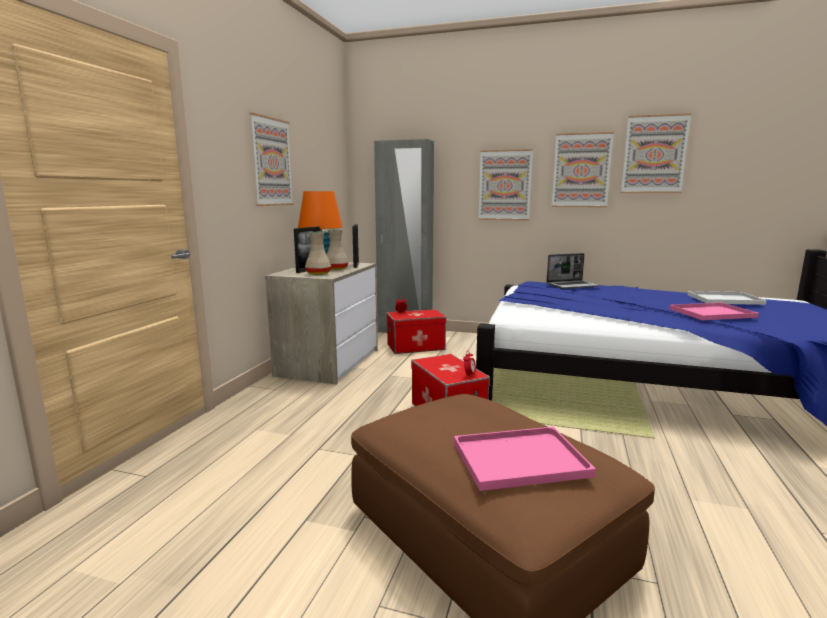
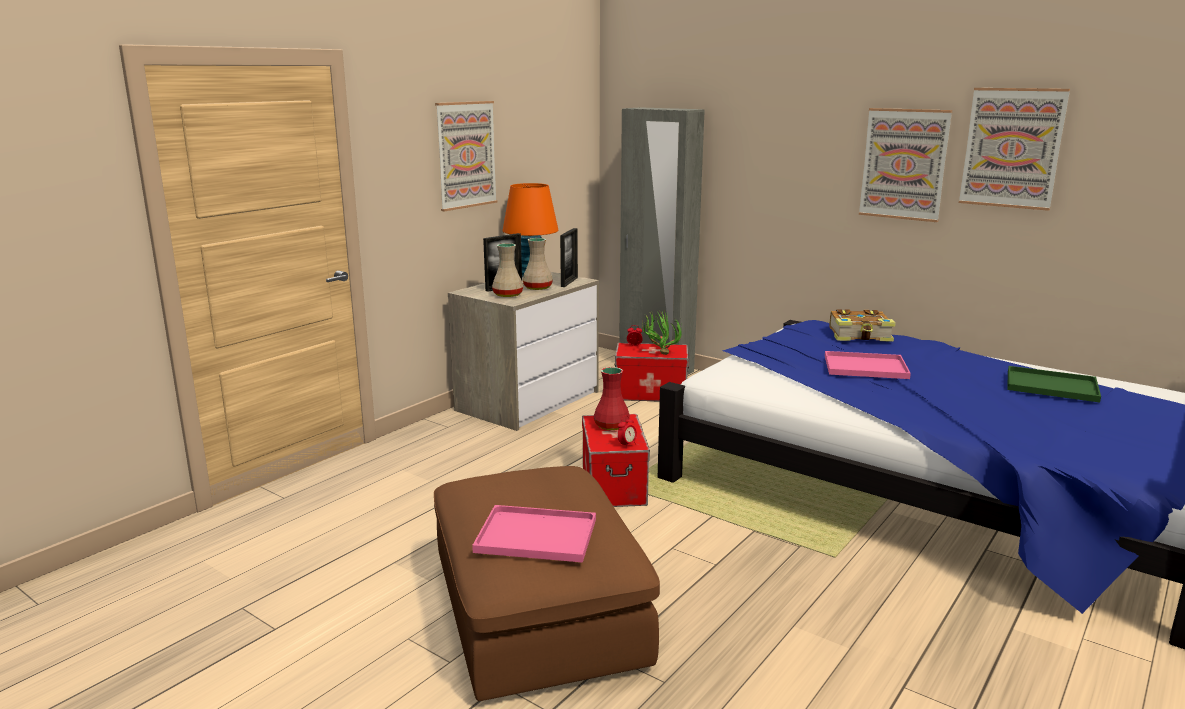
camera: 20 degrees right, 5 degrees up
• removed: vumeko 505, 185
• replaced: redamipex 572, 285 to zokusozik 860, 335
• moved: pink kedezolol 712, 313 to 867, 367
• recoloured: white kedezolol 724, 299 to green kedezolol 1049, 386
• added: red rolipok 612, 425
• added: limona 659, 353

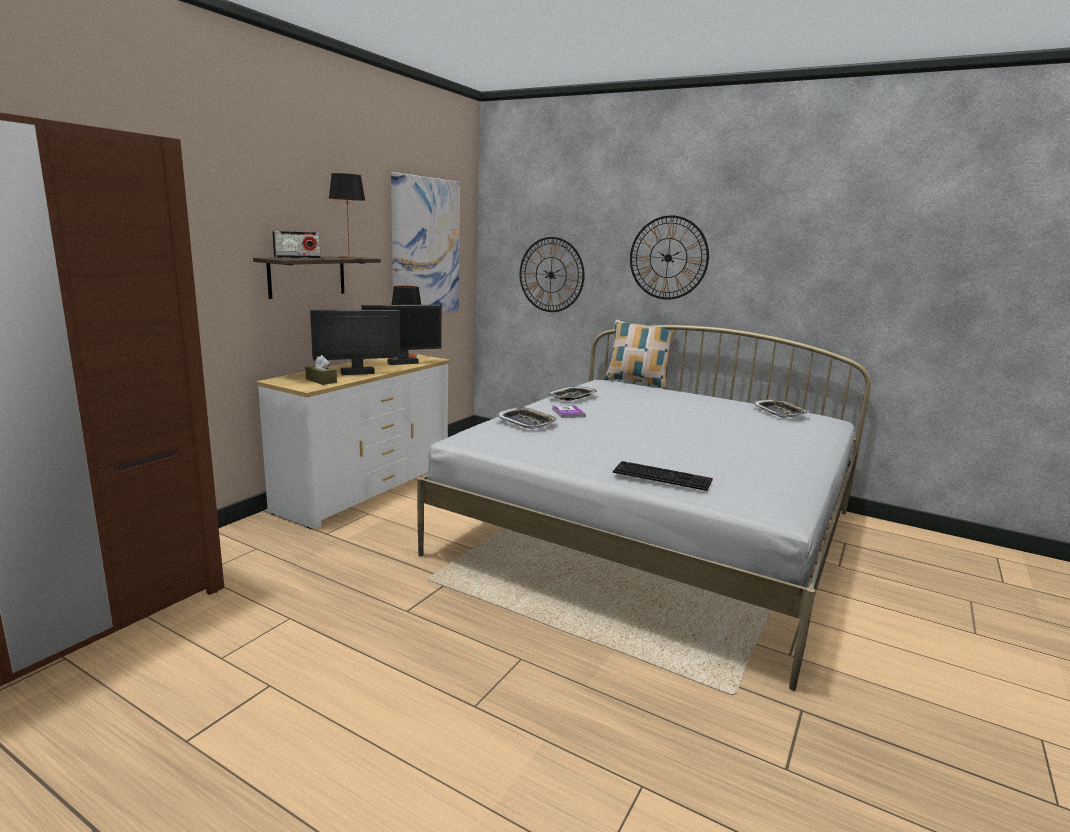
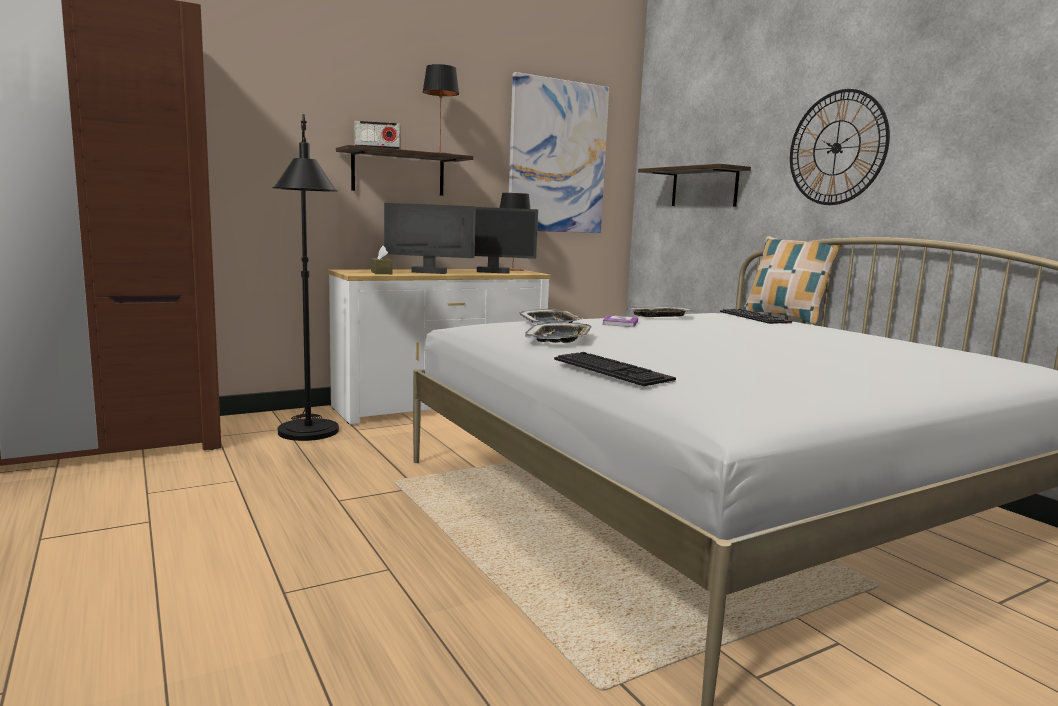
camera: 30 degrees right, 5 degrees down
• replaced: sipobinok 551, 275 to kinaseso 704, 187
• moved: kedezolol 779, 412 to 559, 339
• added: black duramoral 309, 436
• added: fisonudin 755, 317

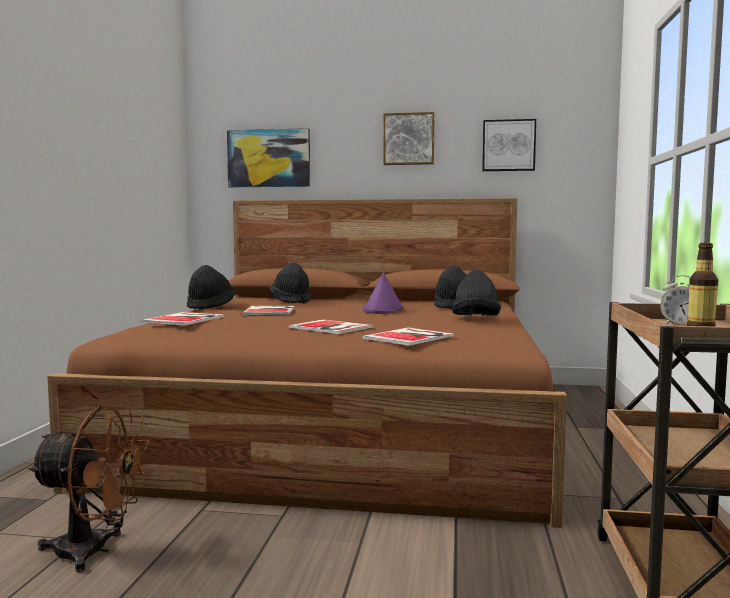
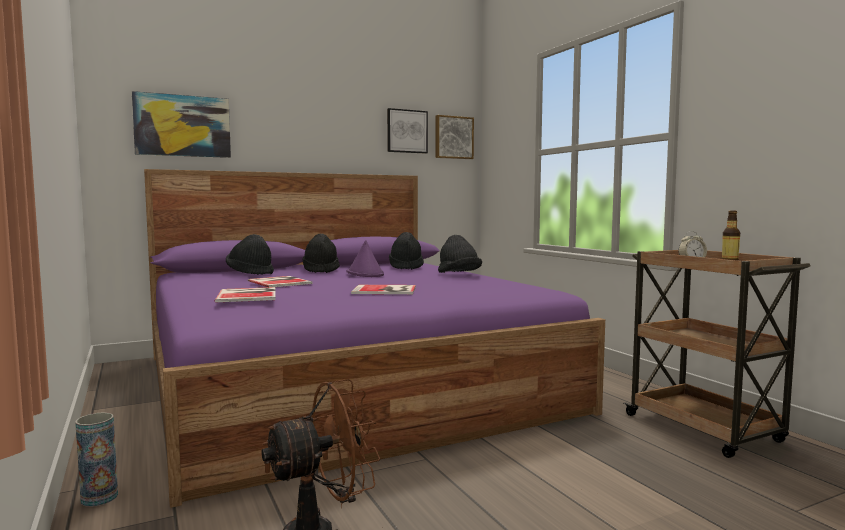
camera: 35 degrees left, 0 degrees up
• recoloured: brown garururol 344, 423 to purple garururol 343, 381
• moved: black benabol 211, 306 to 321, 270
• removed: zokusozik 411, 337
• moved: vumeko 409, 139 to 453, 137
• added: rolipok 99, 498

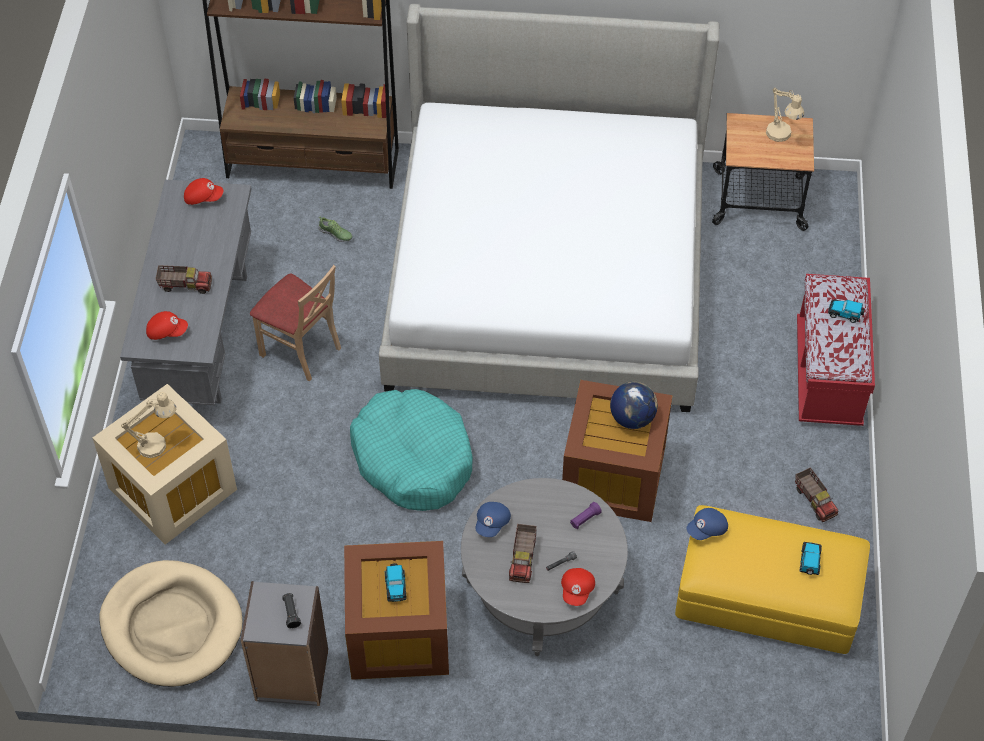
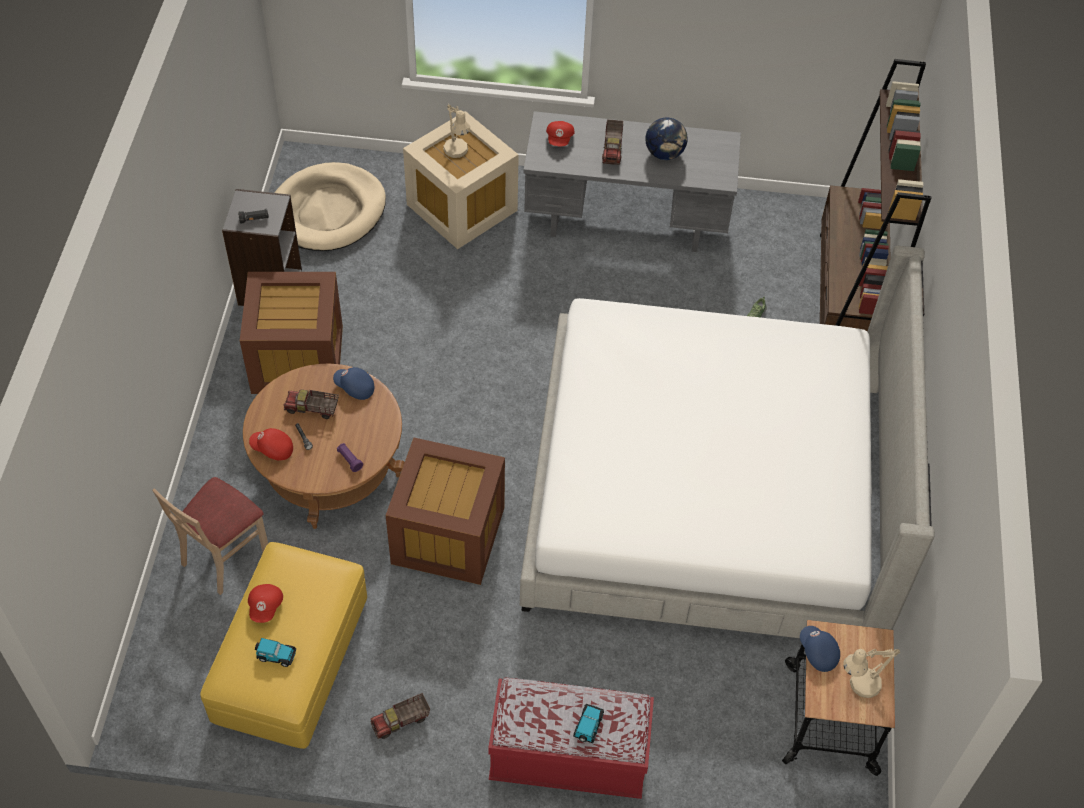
camera: 90 degrees right, 0 degrees up
• moved: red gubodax 203, 197 to 266, 606
• moved: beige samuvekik 301, 350 to 224, 556
• removed: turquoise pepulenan 413, 458
• removed: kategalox 395, 586
• recoloured: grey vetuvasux 542, 587 to brown vetuvasux 329, 468
• moved: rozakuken 632, 418 to 664, 154
• moved: blue gubodax 707, 529 to 817, 652

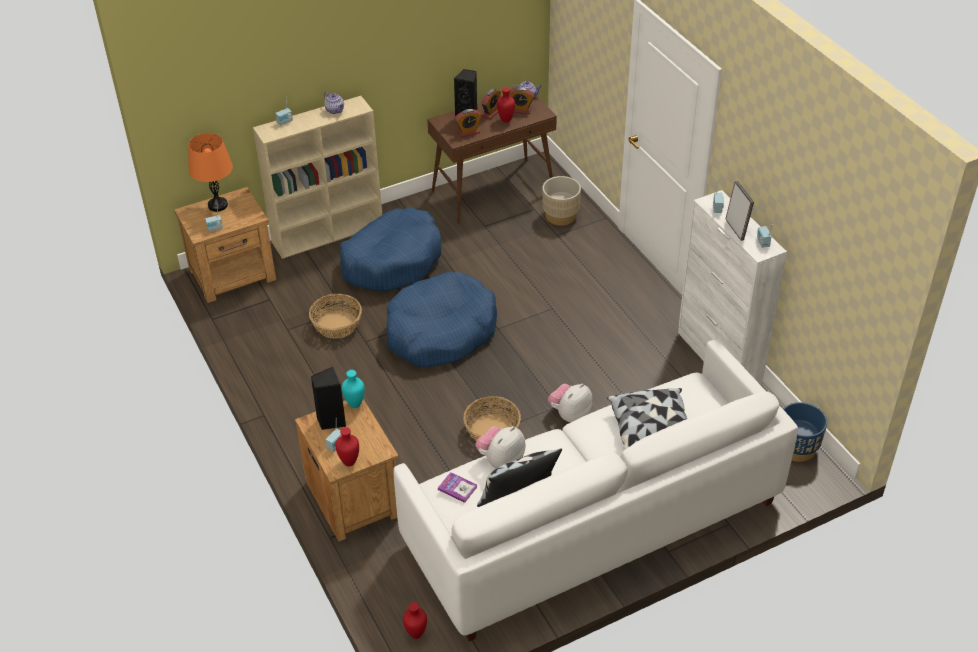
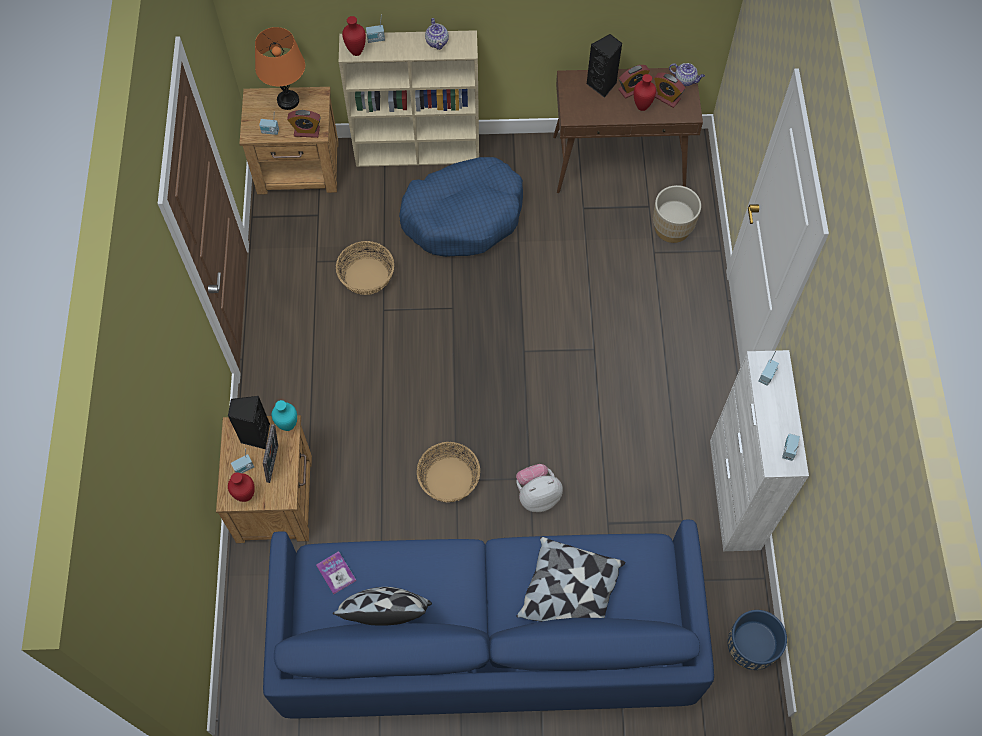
camera: 25 degrees right, 20 degrees up
• removed: blue pepulenan 440, 332
• recoloured: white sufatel 593, 522 to blue sufatel 487, 638
• moved: red rolipok 415, 634 to 355, 52
• moved: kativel 468, 132 to 306, 132
• removed: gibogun 501, 460
• moved: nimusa 736, 229 to 275, 464

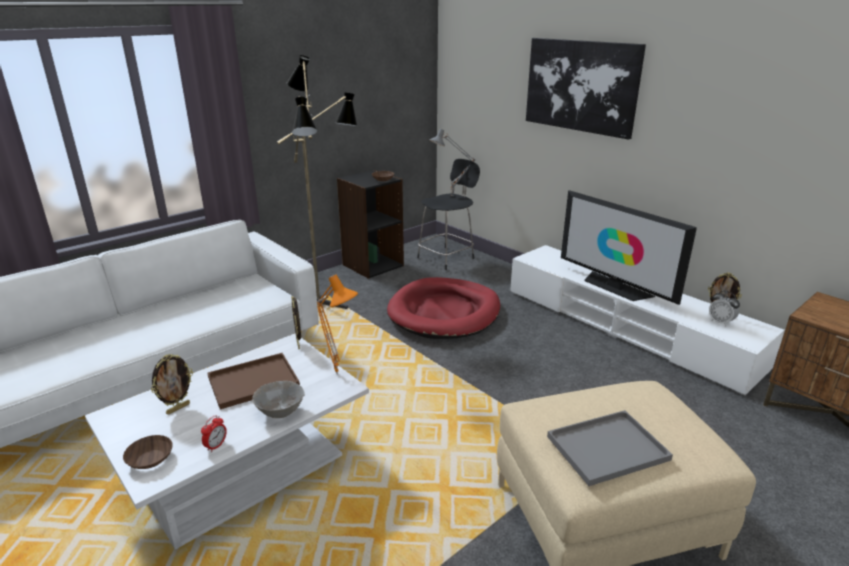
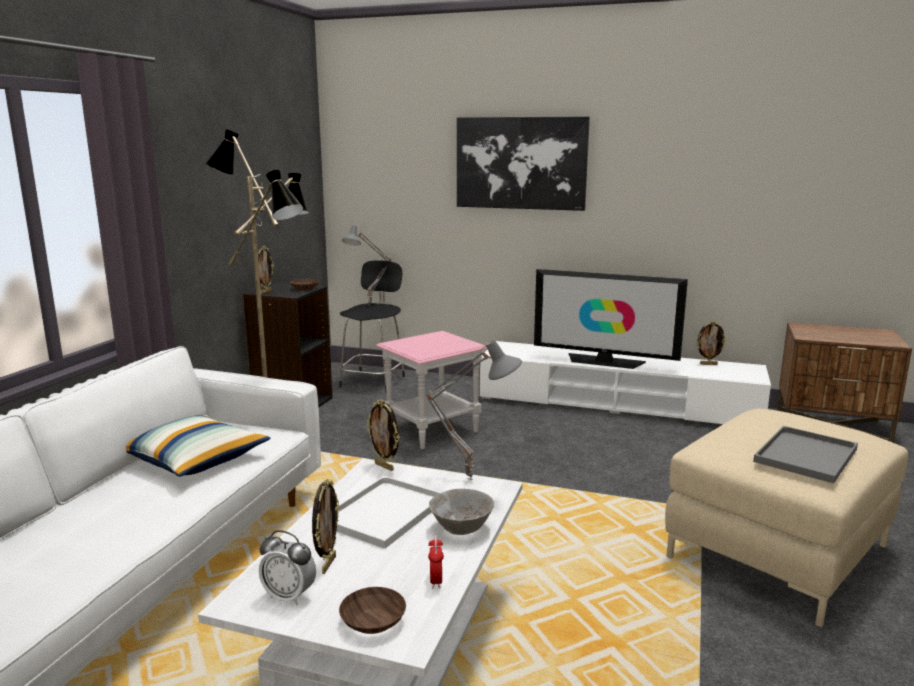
camera: 30 degrees left, 10 degrees down
• recoloured: brown kedezolol 255, 380 to white kedezolol 384, 511
• recoloured: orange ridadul 339, 372 to grey ridadul 471, 478
• replaced: red pepulenan 444, 312 to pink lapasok 433, 430
• moved: kativel 720, 322 to 289, 596
• added: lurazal 196, 461
• added: nimusa 265, 292

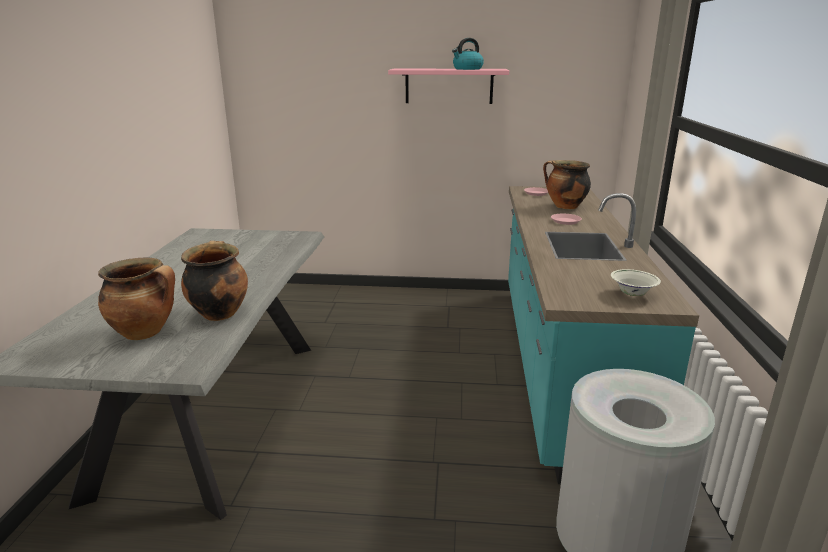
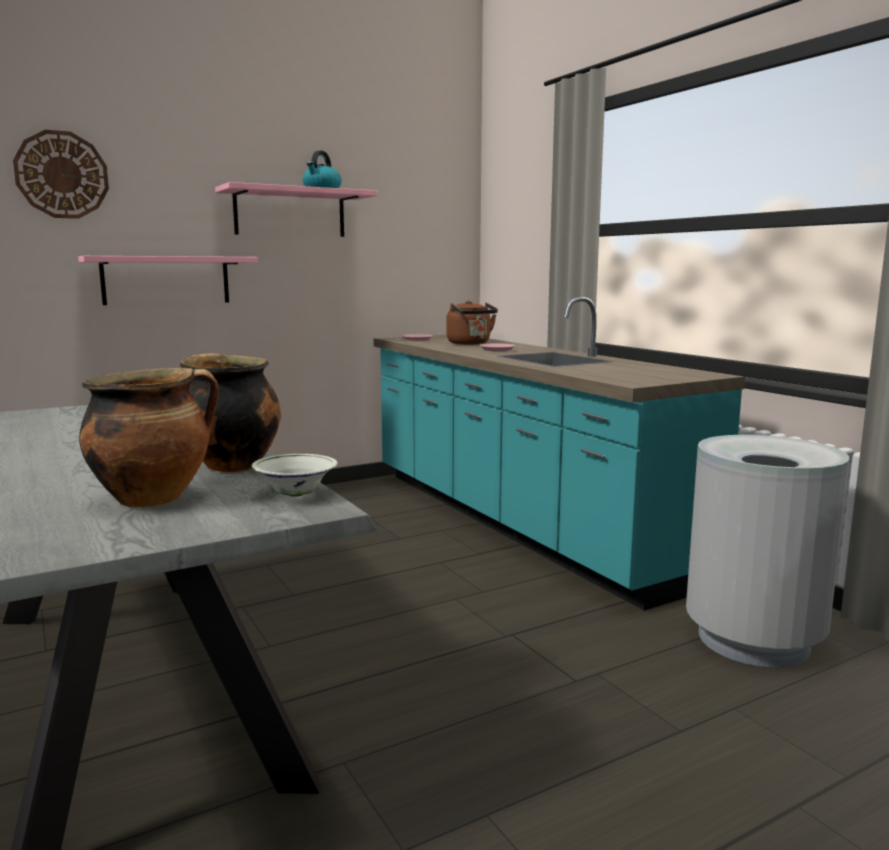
camera: 35 degrees left, 10 degrees down
• replaced: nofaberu 564, 207 to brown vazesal 470, 343
• moved: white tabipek 632, 294 to 296, 494
• added: sipobinok 62, 175
• added: pink kinaseso 166, 280

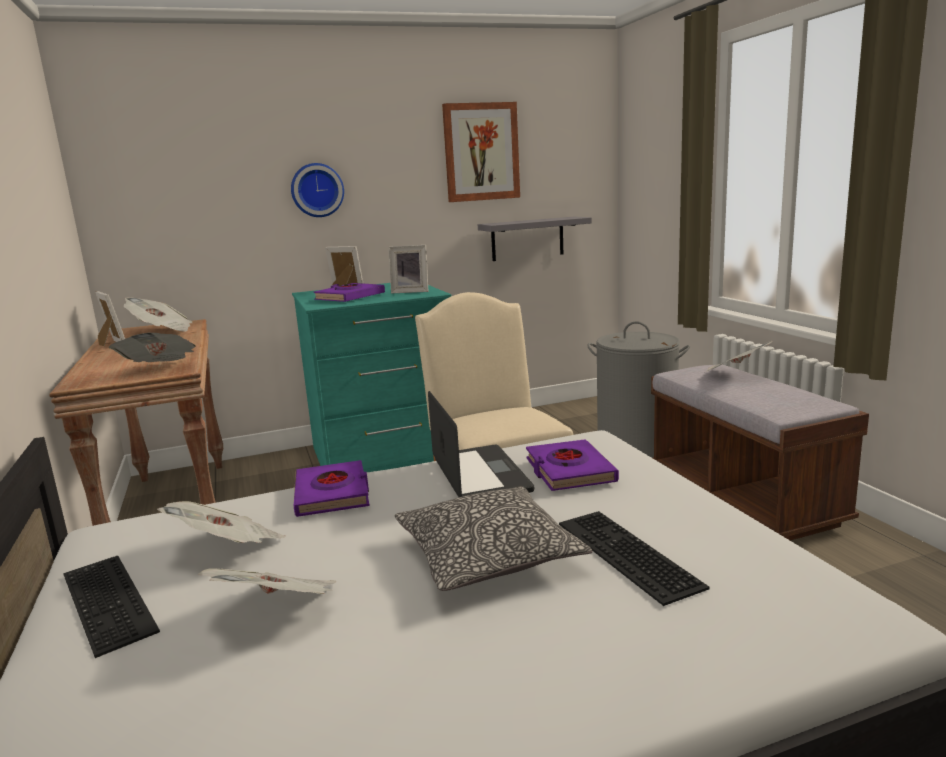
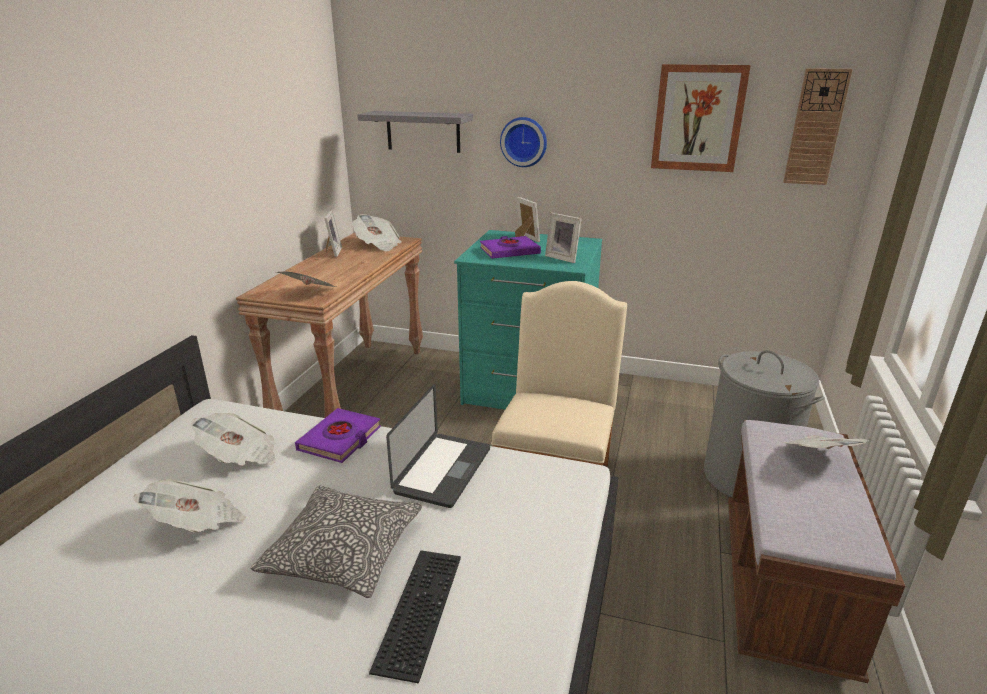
camera: 35 degrees right, 10 degrees up
• removed: fisonudin 112, 601
• moved: grey kinaseso 527, 239 to 423, 131
• removed: purple zokusozik 569, 471
• added: sipobinok 816, 128

